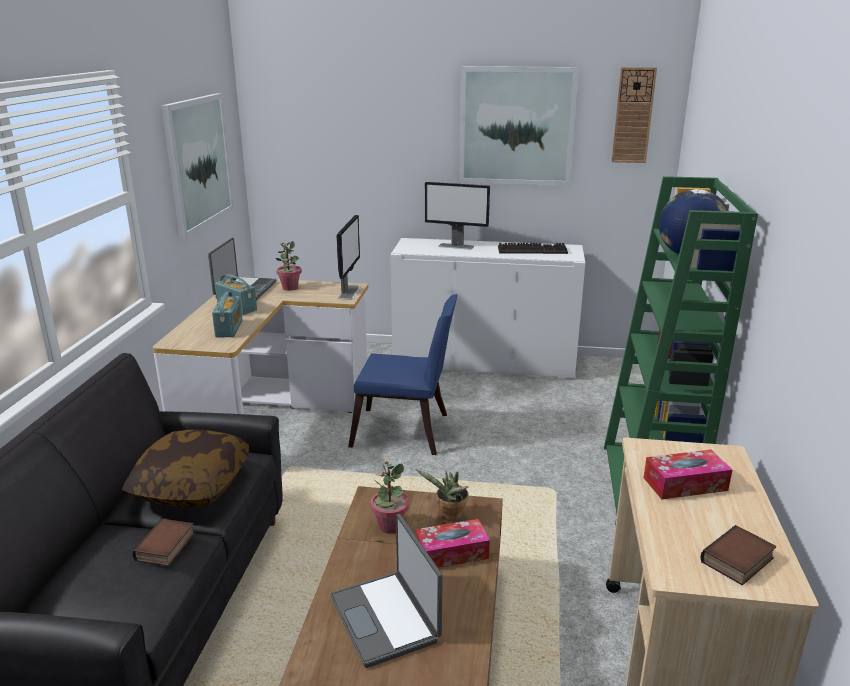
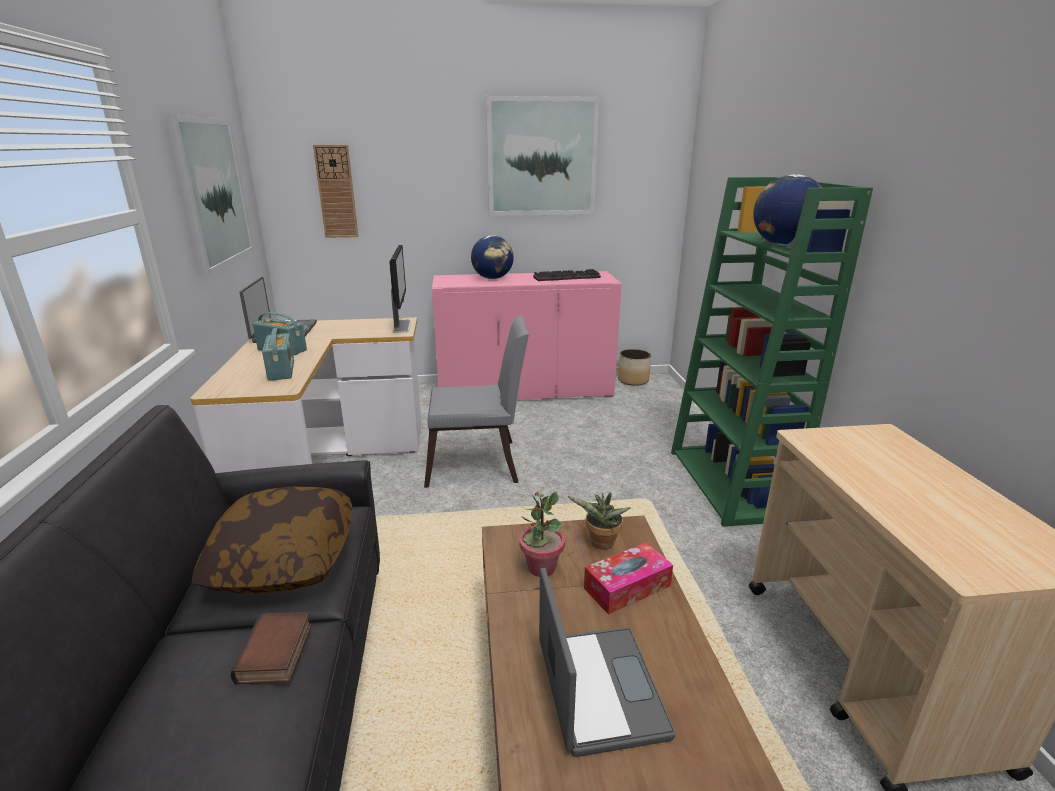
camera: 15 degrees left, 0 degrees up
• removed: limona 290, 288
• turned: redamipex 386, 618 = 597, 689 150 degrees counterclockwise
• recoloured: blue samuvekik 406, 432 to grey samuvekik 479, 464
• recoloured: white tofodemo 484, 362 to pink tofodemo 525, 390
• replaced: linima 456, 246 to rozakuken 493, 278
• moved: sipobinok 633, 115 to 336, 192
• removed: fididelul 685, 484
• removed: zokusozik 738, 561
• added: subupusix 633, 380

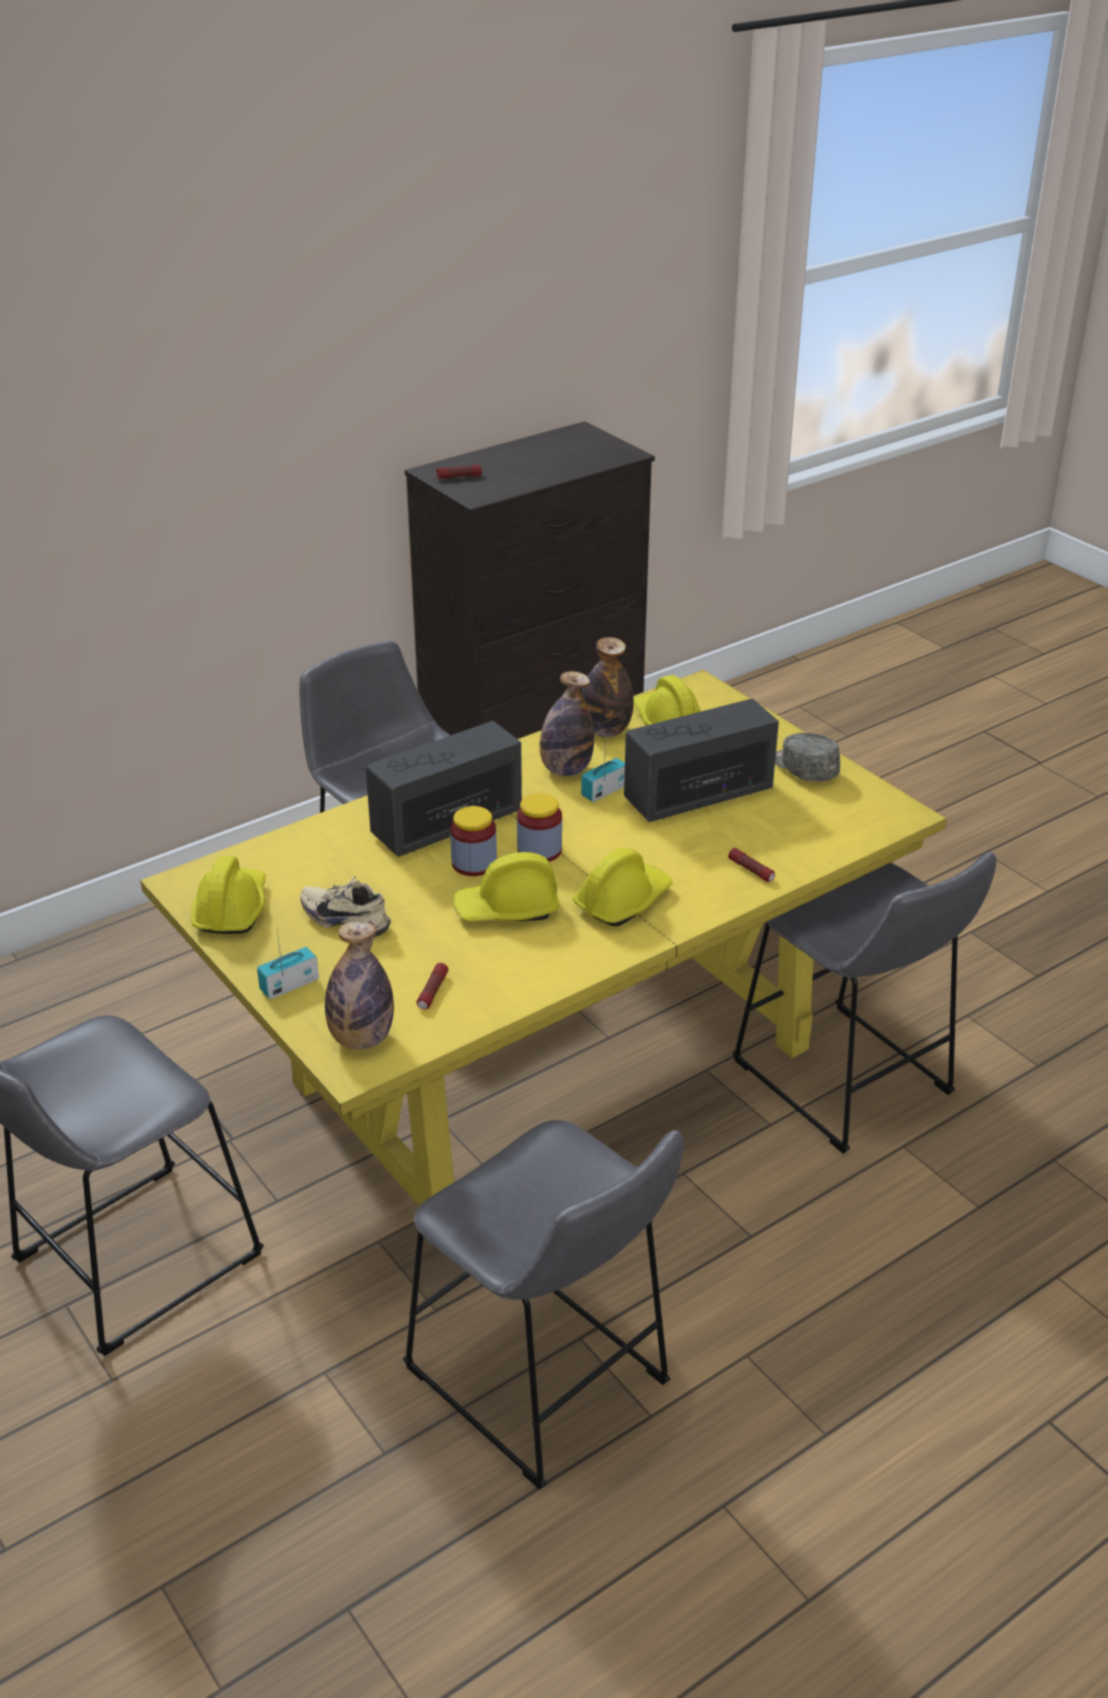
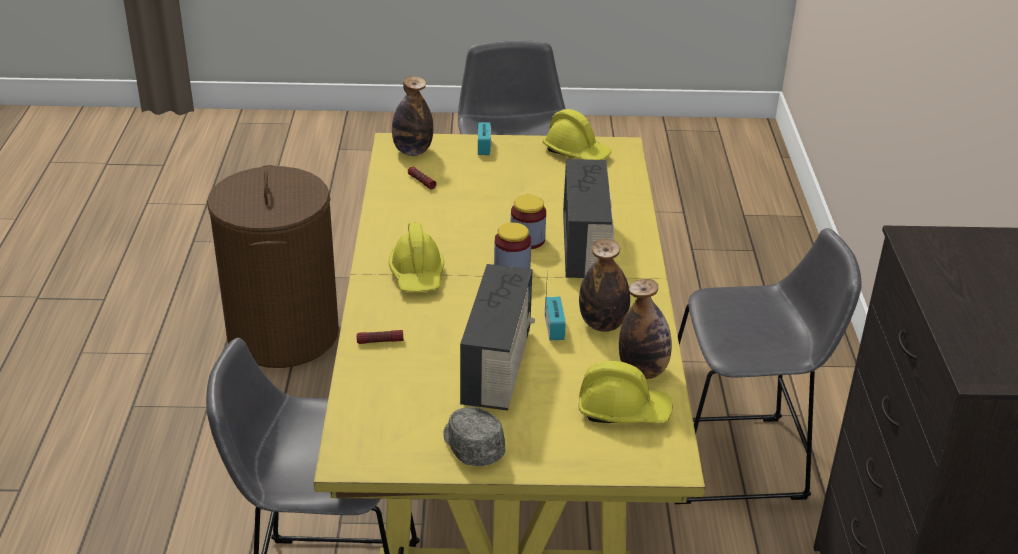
camera: 125 degrees right, 0 degrees up
• removed: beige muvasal 347, 919
• replaced: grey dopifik 544, 1385 to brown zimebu 282, 334
• removed: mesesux 459, 477
• removed: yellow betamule 507, 909
• turned: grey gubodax 804, 769 = 471, 445 120 degrees counterclockwise

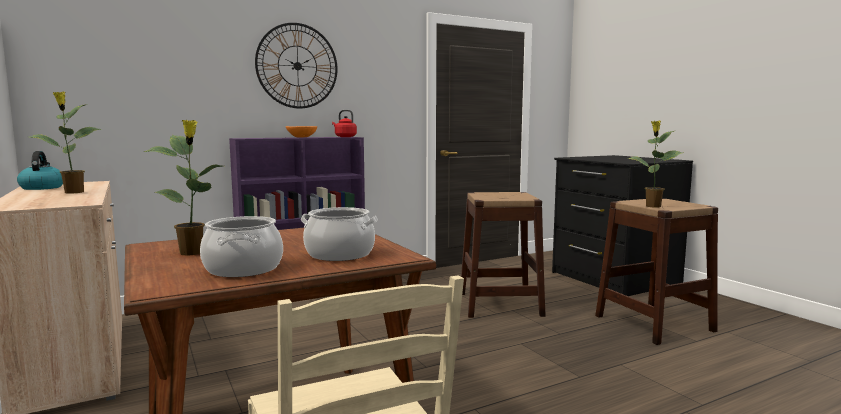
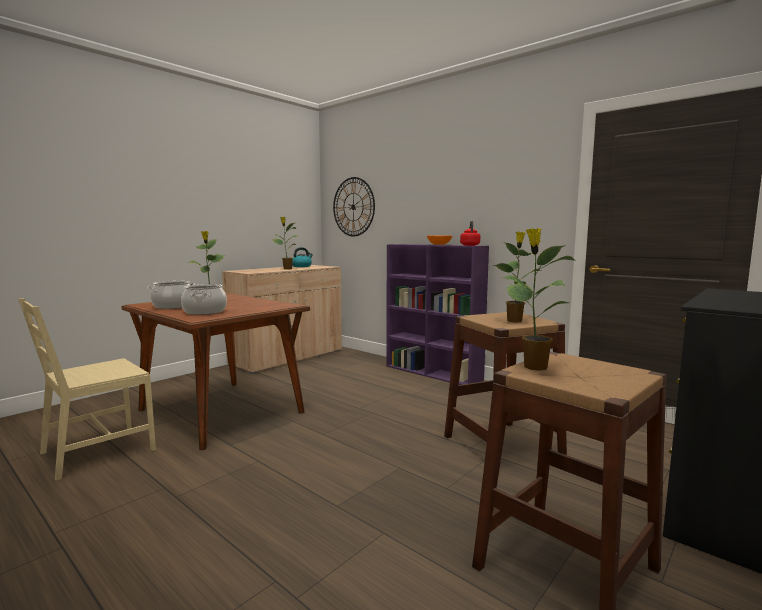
camera: 70 degrees right, 0 degrees up
• moved: sipobinok 297, 66 to 353, 207
• added: limona 514, 320

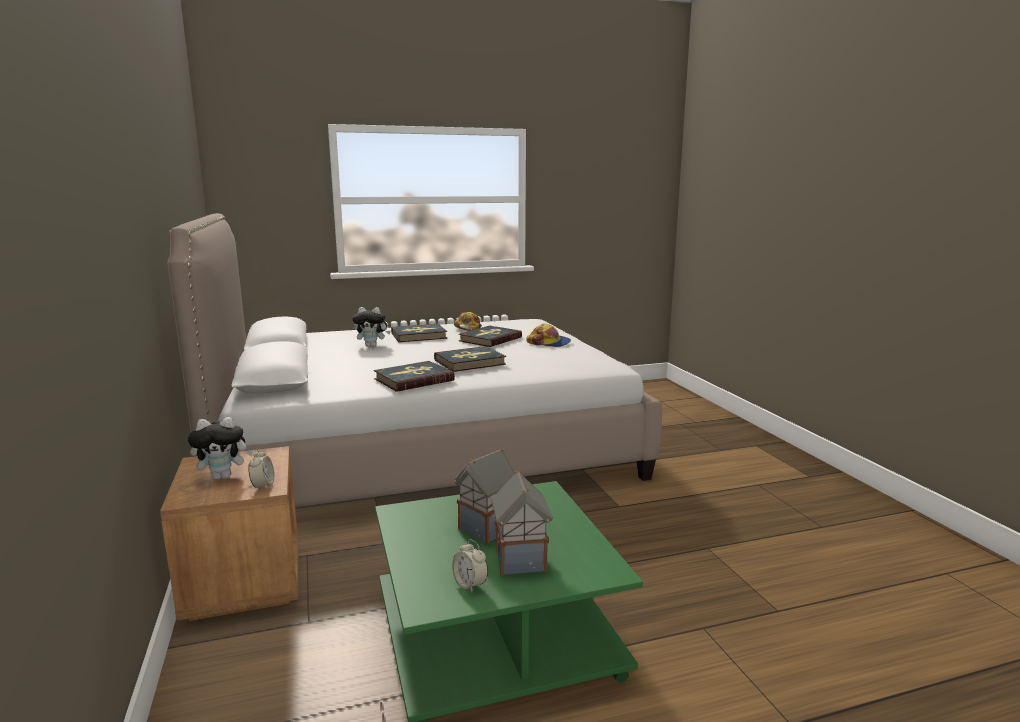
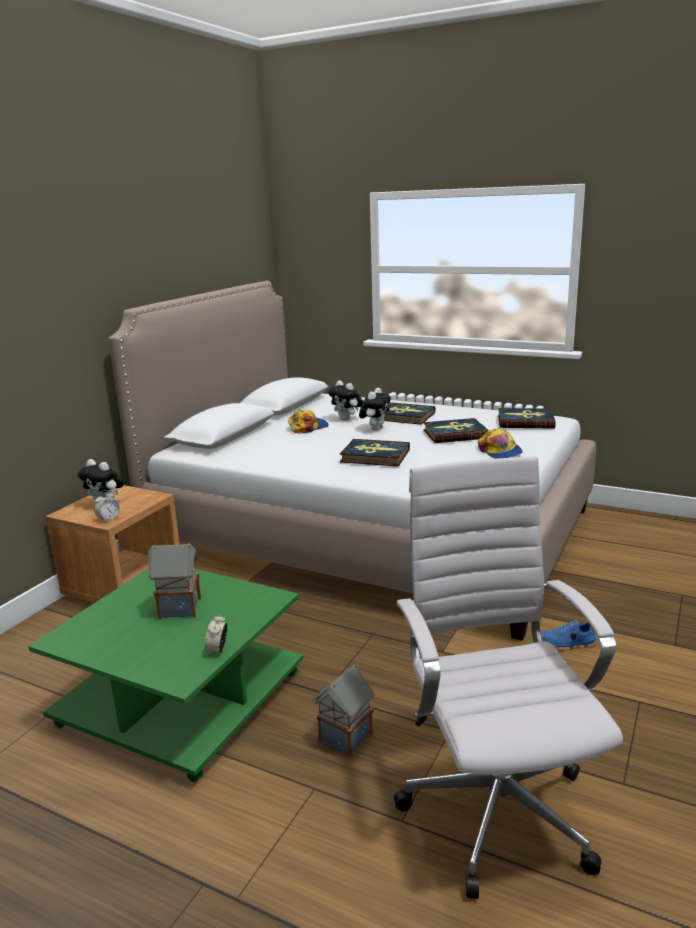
camera: 45 degrees right, 5 degrees up
• moved: zokusozik 413, 379 to 525, 421
• moved: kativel 470, 584 to 217, 650
• moved: gubodax 468, 328 to 308, 427
• moved: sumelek 521, 562 to 345, 738
• added: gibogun 375, 429
• added: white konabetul 495, 805
• added: blue muvasal 568, 644

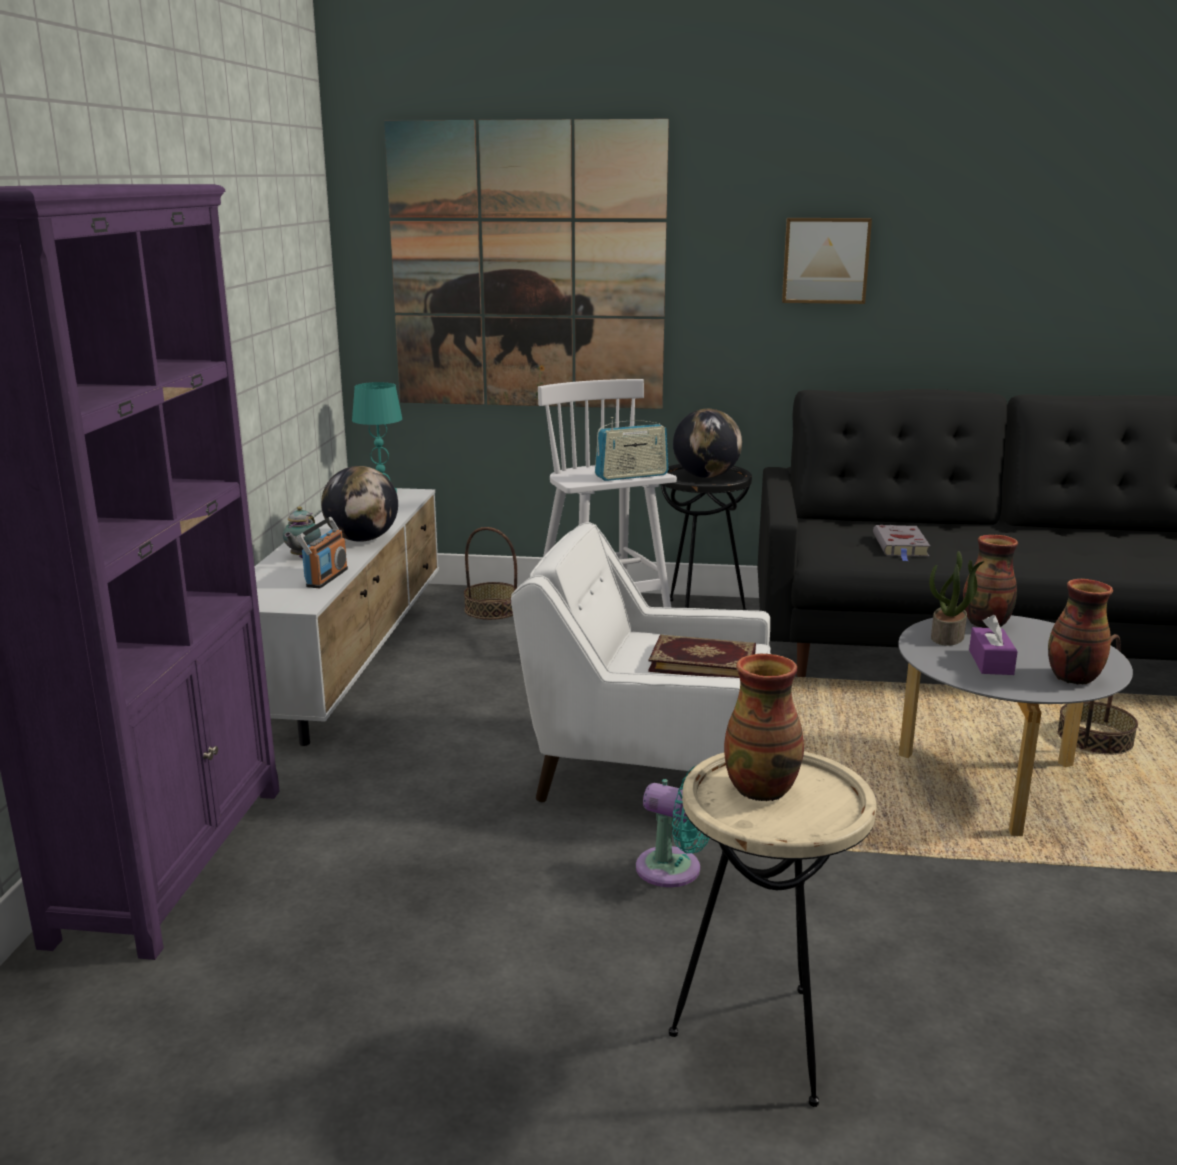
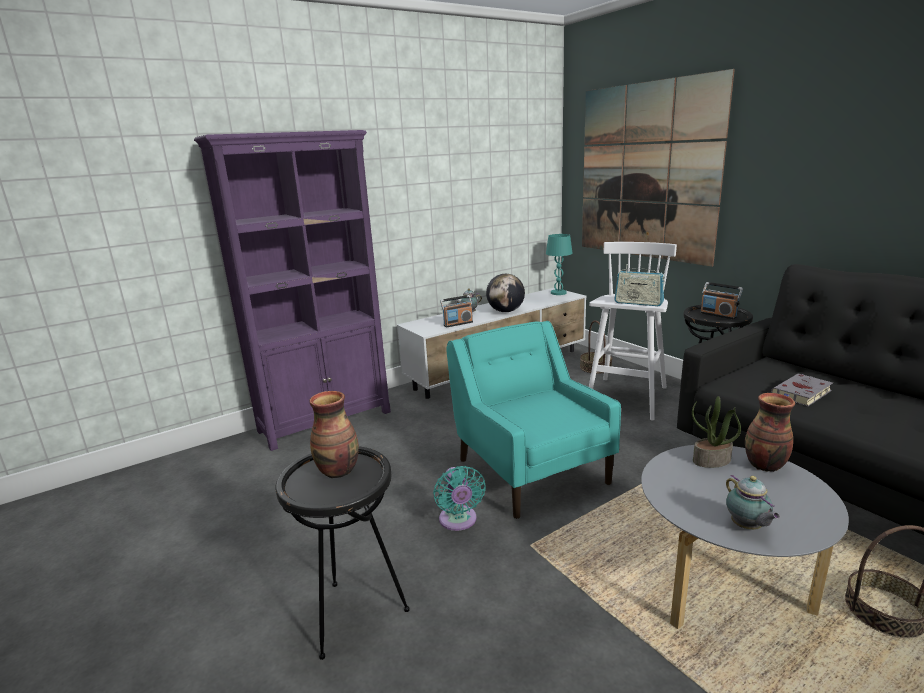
camera: 50 degrees right, 0 degrees up
• recoloured: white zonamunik 646, 769 to turquoise zonamunik 531, 470
• removed: zokusozik 703, 661
• recoloured: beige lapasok 761, 1040 to black lapasok 355, 615
• replaced: rozakuken 706, 476 to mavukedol 718, 315
• removed: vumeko 825, 260
• removed: purple fididelul 991, 662
• replaced: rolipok 1072, 678 to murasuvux 747, 527

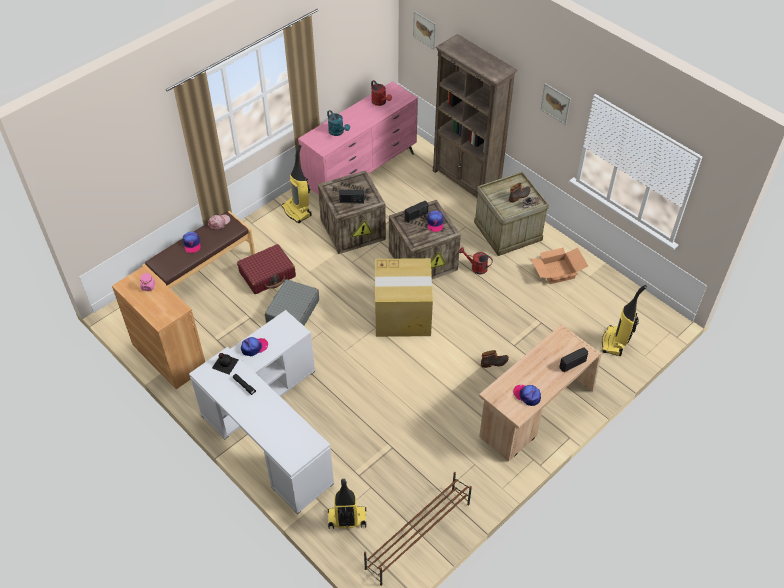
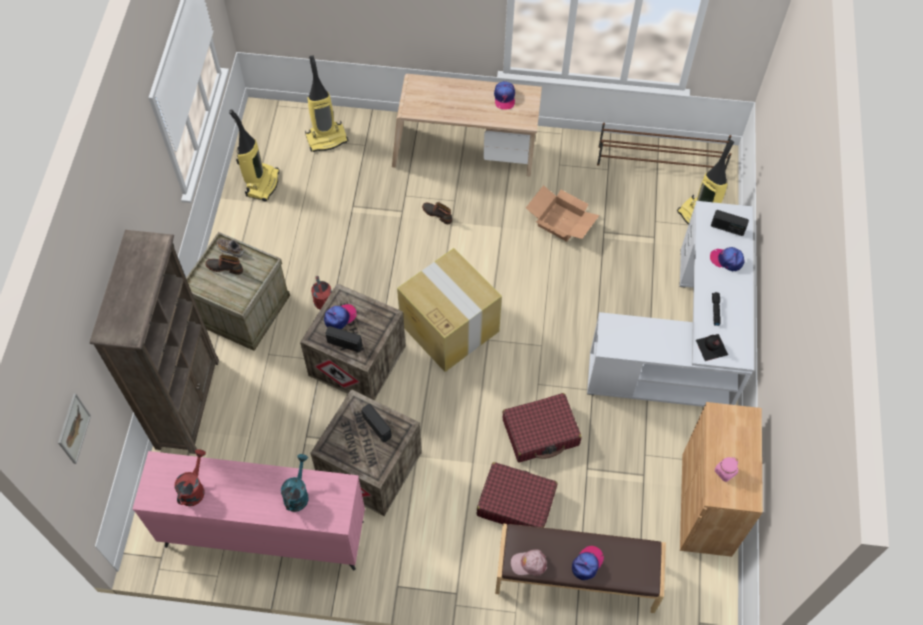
camera: 130 degrees left, 10 degrees up
• moved: gubodax 254, 347 to 727, 260
• recoloured: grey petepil 292, 312 to red petepil 541, 432
• moved: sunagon 297, 211 to 262, 183
• moved: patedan 557, 272 to 561, 222
• removed: vumeko 555, 103
• moved: mavukedol 572, 364 to 727, 228

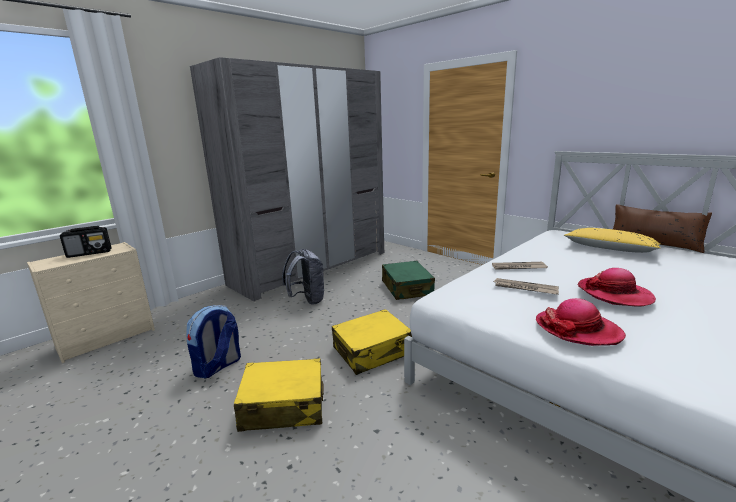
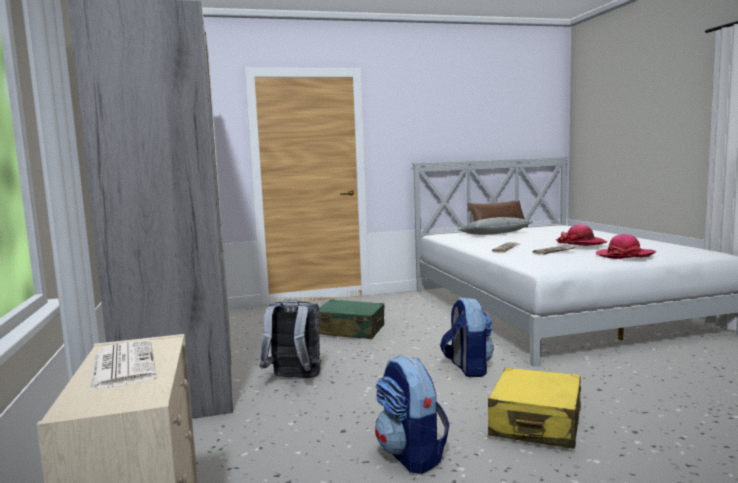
camera: 60 degrees left, 10 degrees down
• replaced: mavukedol 90, 253 to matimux 122, 365
• replaced: yellow petepil 372, 351 to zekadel 467, 368
• recoloured: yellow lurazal 609, 249 to grey lurazal 495, 234

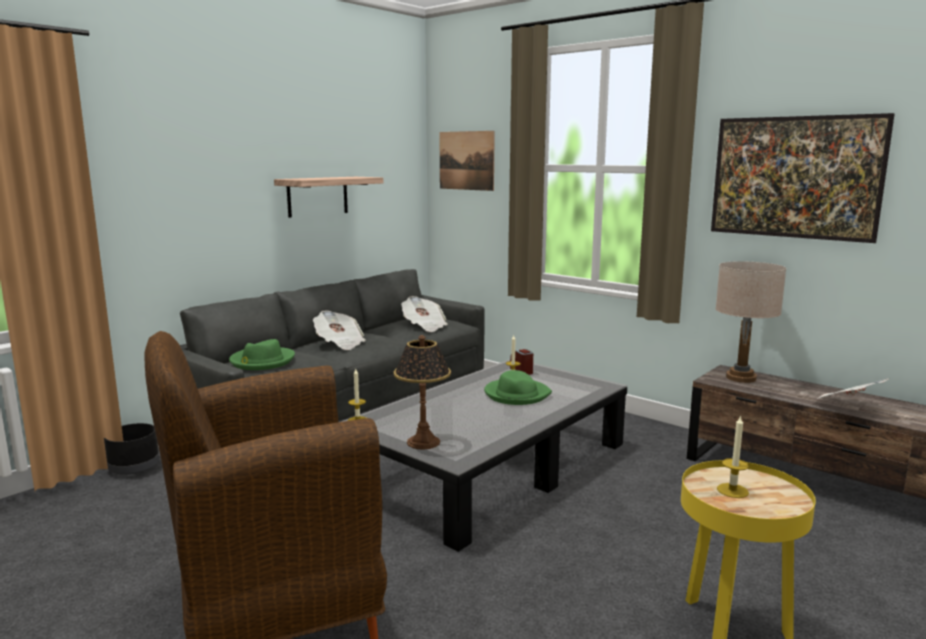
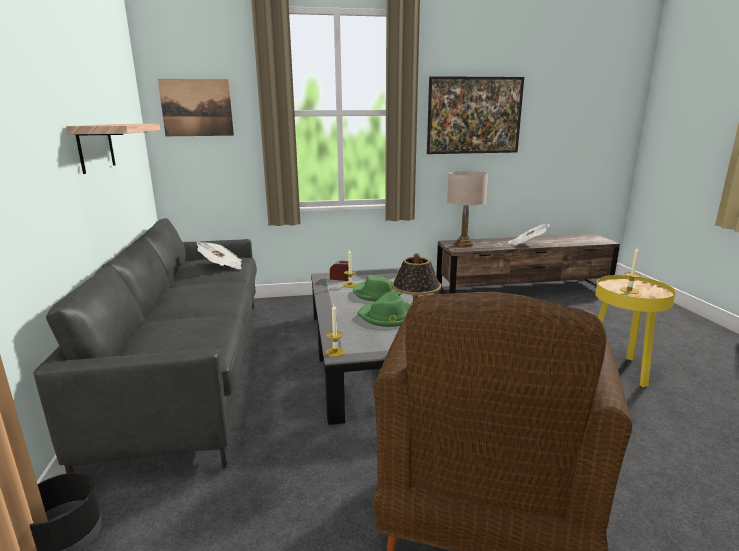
camera: 50 degrees left, 5 degrees up
• moved: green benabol 262, 361 to 388, 316
• removed: matimux 340, 343

